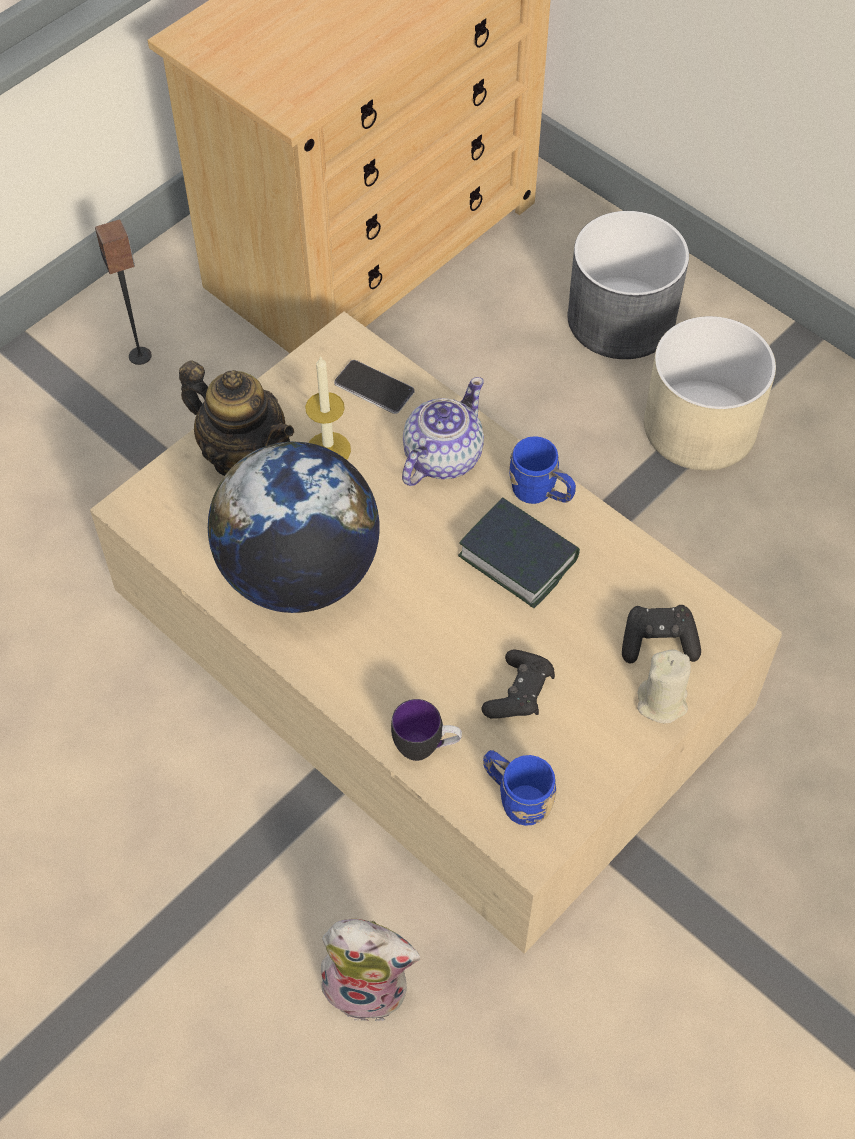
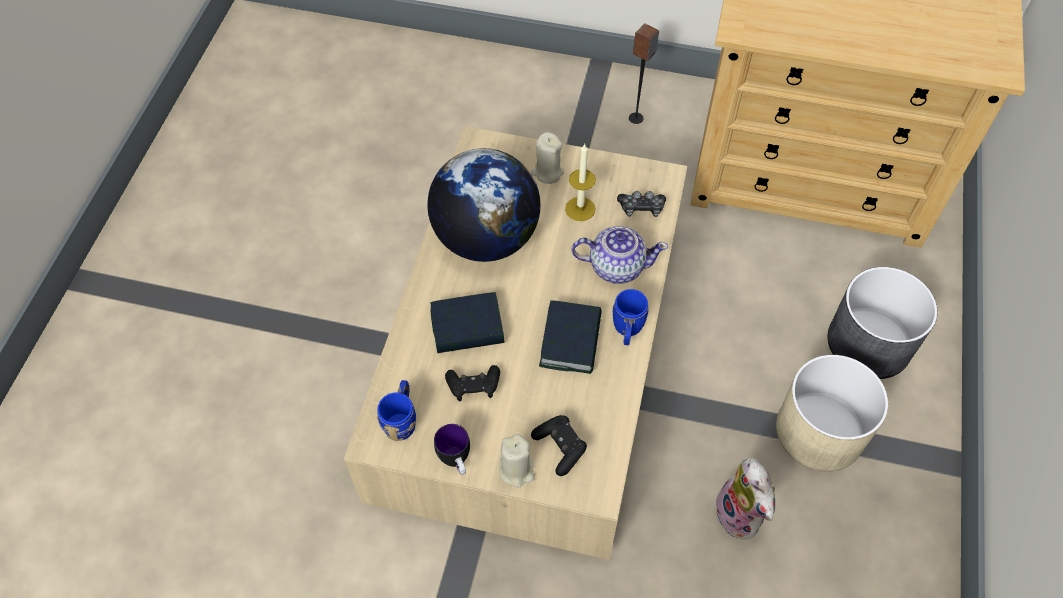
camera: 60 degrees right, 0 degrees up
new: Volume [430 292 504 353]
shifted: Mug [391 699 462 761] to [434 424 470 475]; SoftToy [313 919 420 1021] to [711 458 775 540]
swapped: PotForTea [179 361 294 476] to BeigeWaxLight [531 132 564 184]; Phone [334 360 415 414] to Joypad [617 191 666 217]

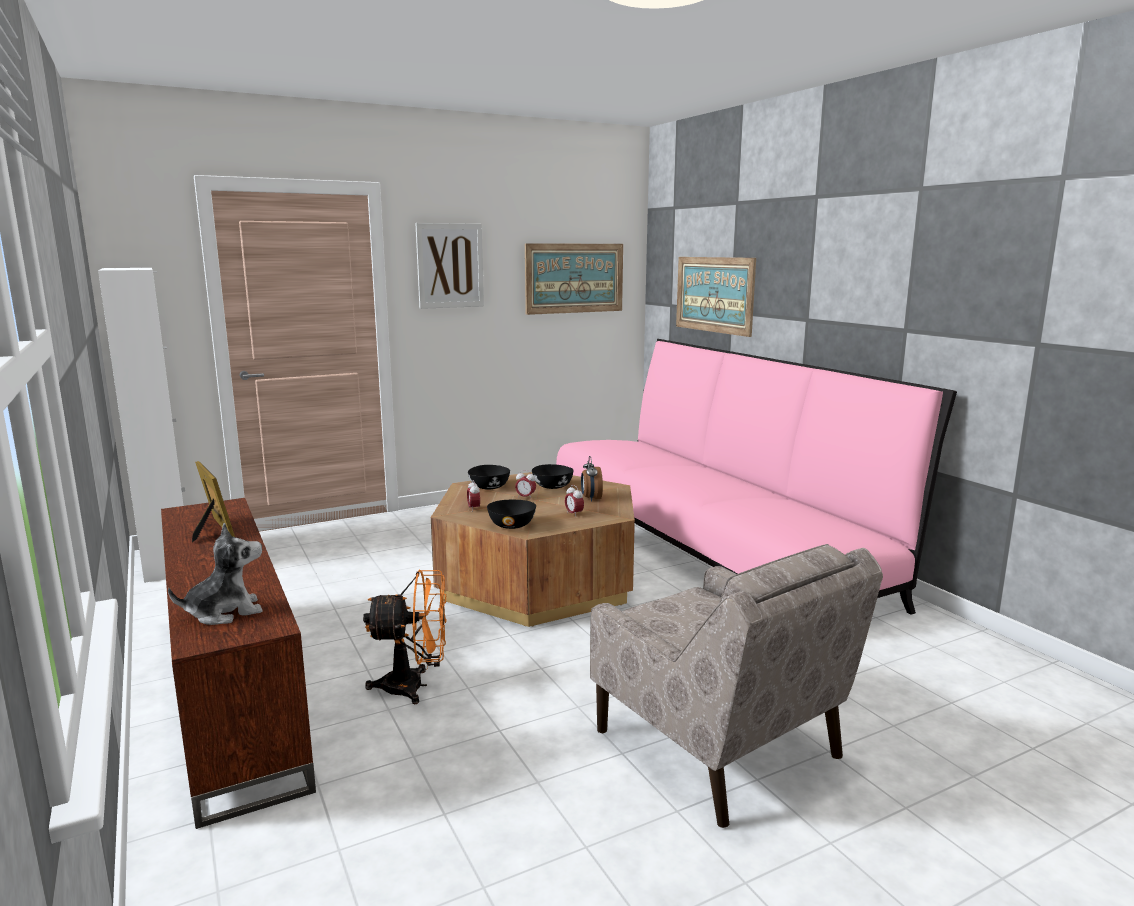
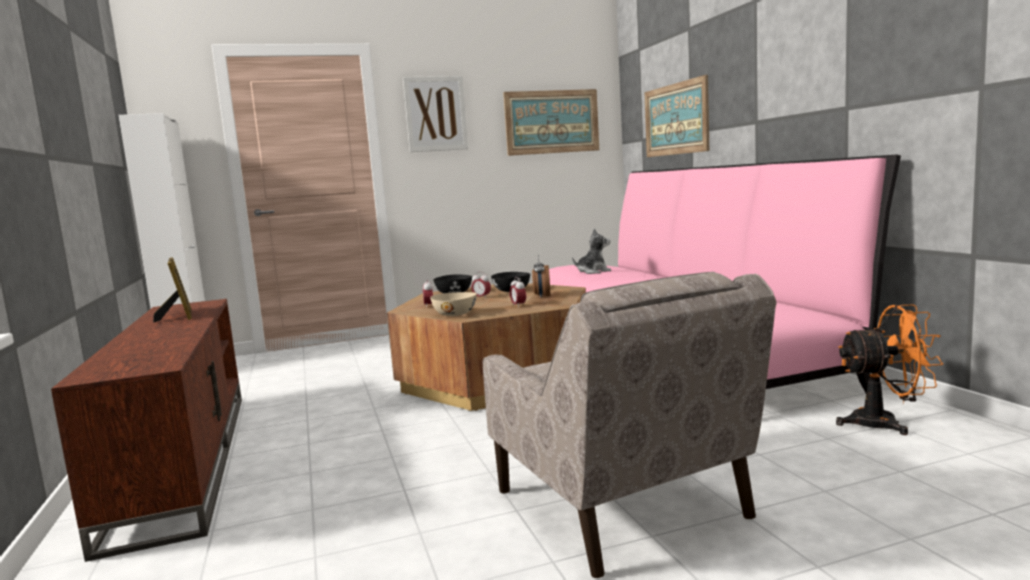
camera: 10 degrees right, 5 degrees down
shifted: SoftToy [168 523 262 625] to [572 228 611 274]; OrangeCoolingFan [363 569 447 704] to [836 304 943 435]
repainted: BlackServingBowl [487 500 536 529] to BeigeServingBowl [430 292 477 316]

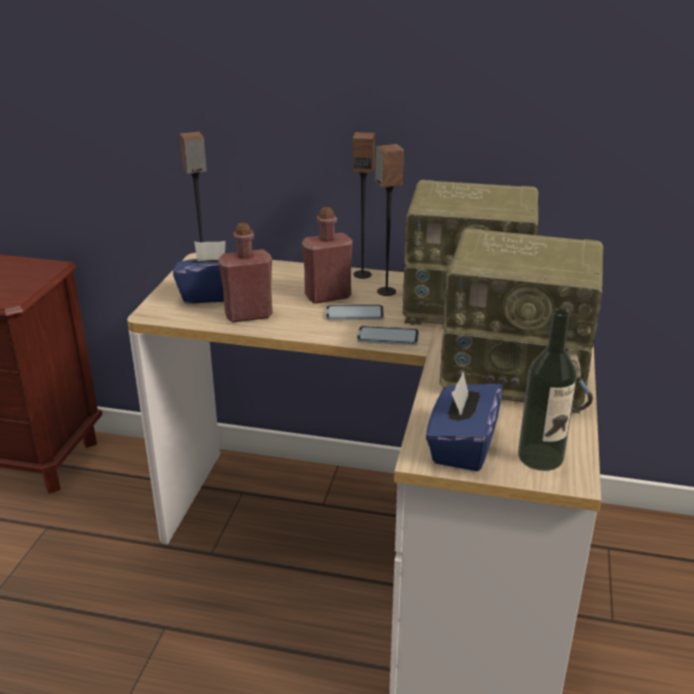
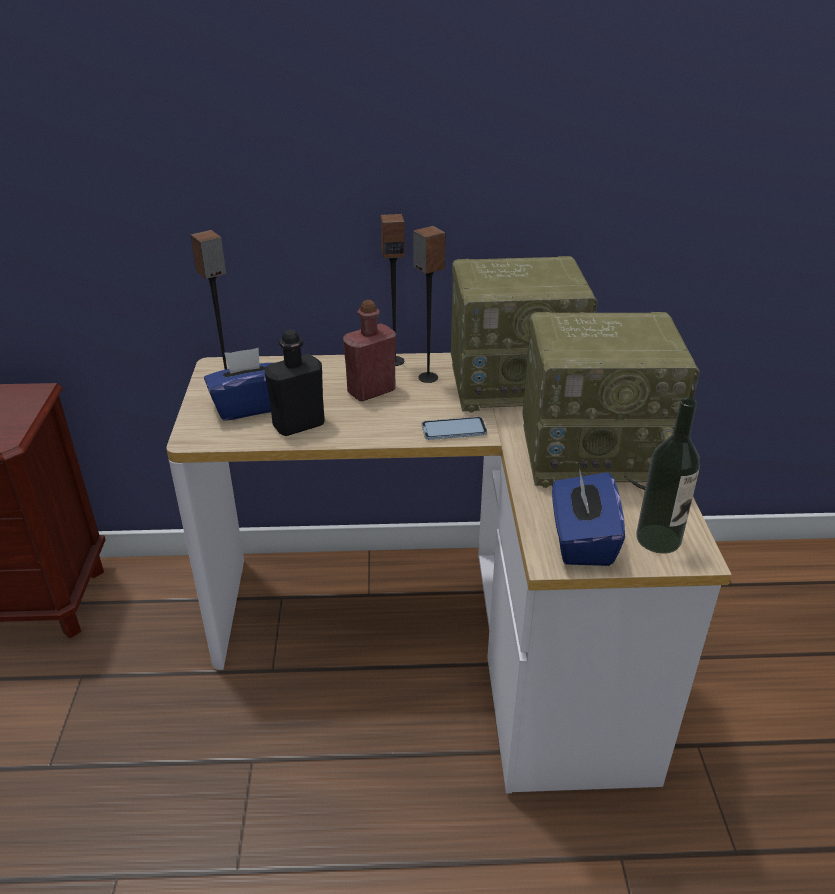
camera: 15 degrees left, 5 degrees up
gone: Phone [326 305 384 320]
repainted: ReddishBottle [218 223 273 322] to BlackBottle [265 330 325 436]

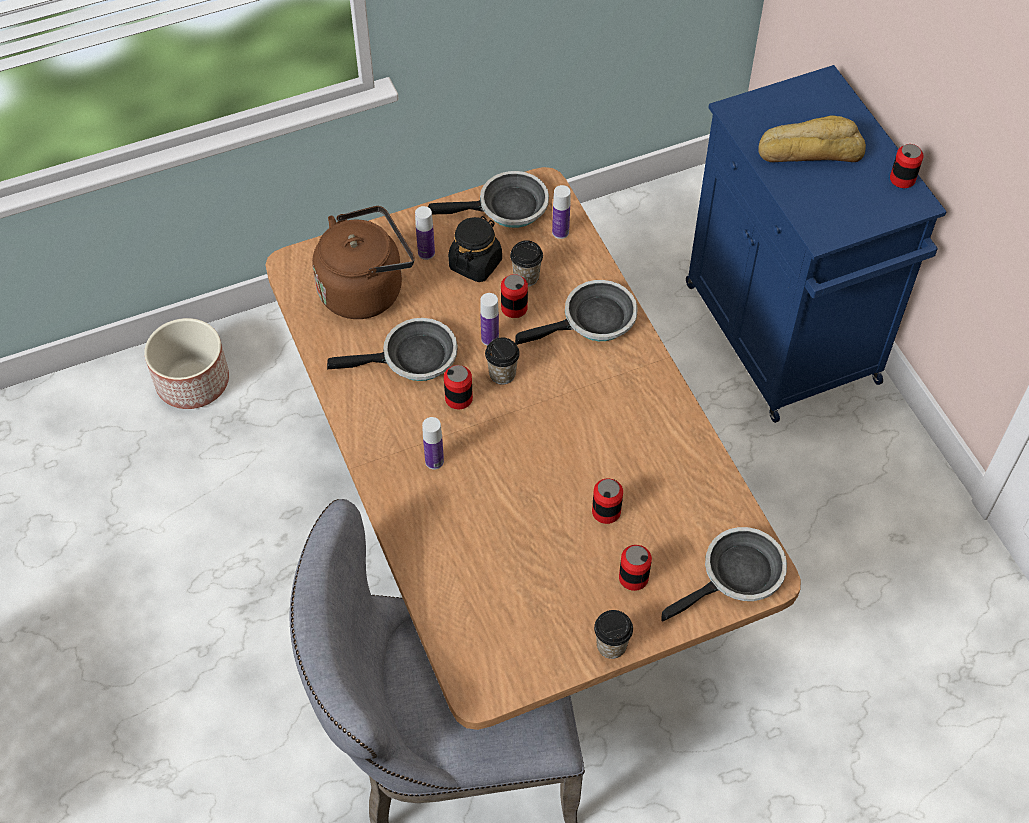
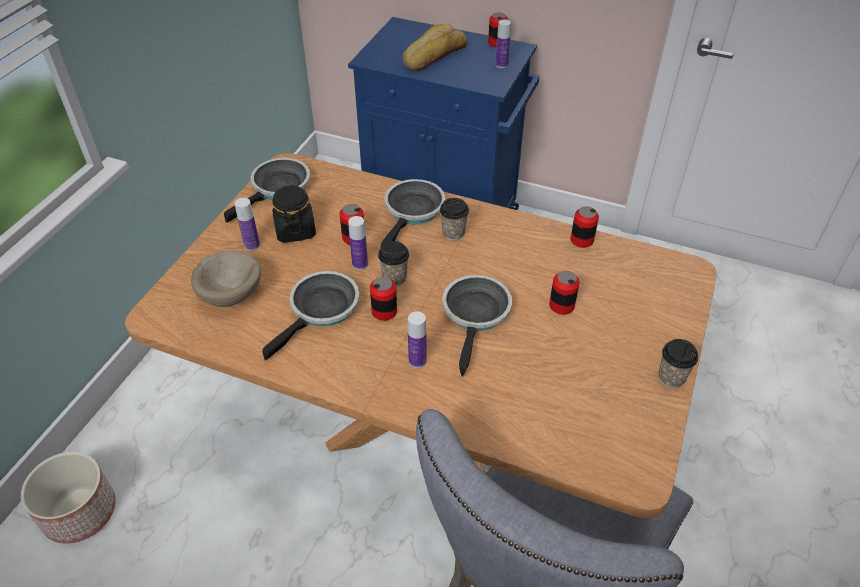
camera: 45 degrees left, 10 degrees down
shifted: Cup [510 240 543 287] to [440 198 469 240]; Pan [661 527 787 622] to [442 275 512 376]; Bottle [552 185 571 239] to [495 20 511 68]; Can [619 545 652 591] to [571 206 599 248]
swapped: BrownishKettle [312 206 414 319] to BeigeServingBowl [191 251 261 307]

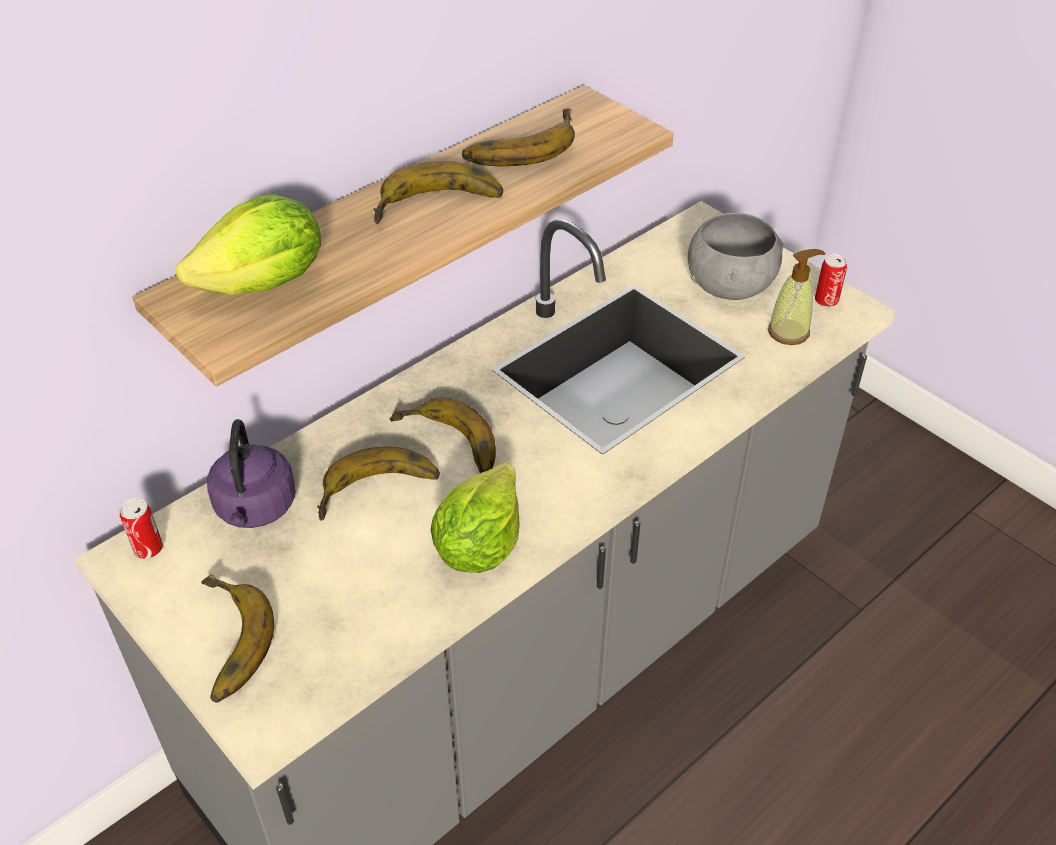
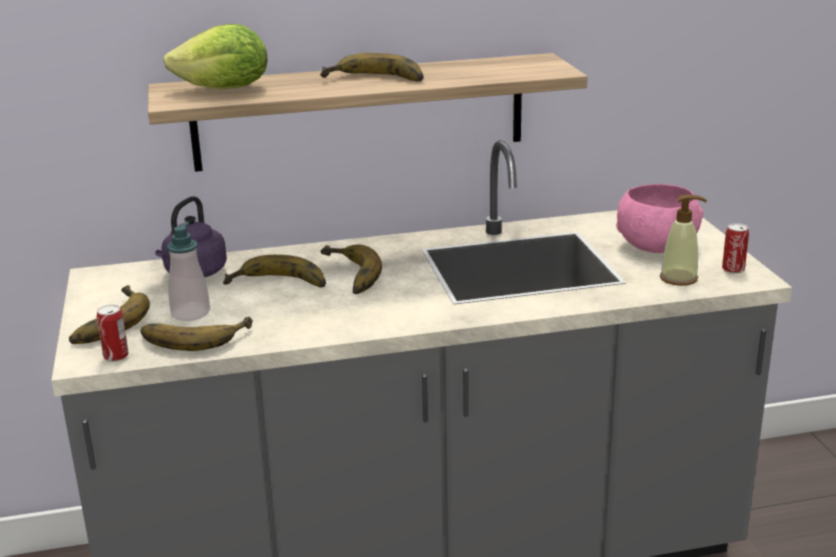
camera: 30 degrees right, 20 degrees down
gone: HeadOfLettuce [431 463 520 573]
new: SoapBottle [167 222 210 321]
shifted: Can [120 498 163 559] to [97 304 128 362]; Banana [462 108 575 167] to [141 317 253 351]
repainted: GreyishServingBowl [688 213 783 300] to PinkColouredServingBowl [616 184 703 253]

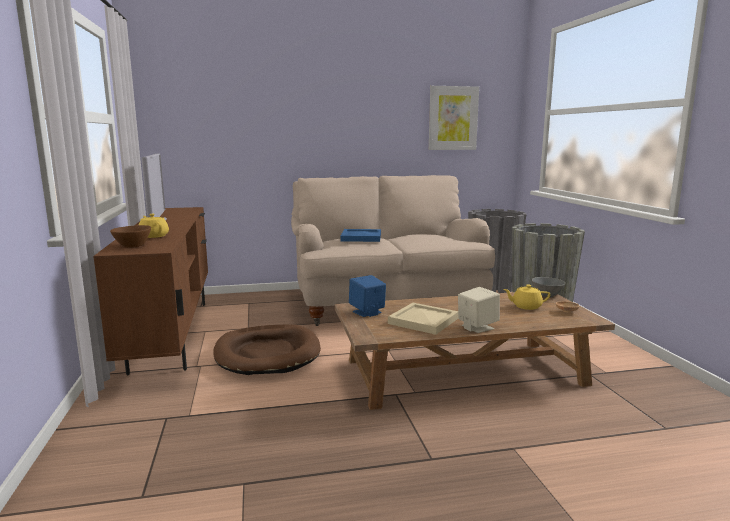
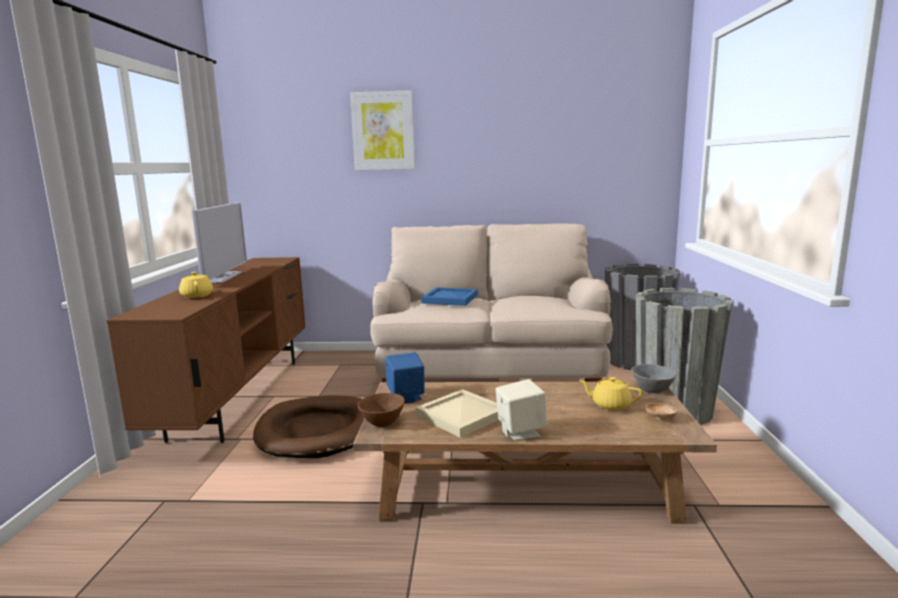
camera: 15 degrees right, 0 degrees up
shifted: WallPicture [429 86 479 150] to [350 90 415 170]; BrownishServingBowl [110 225 151 248] to [358 393 405 427]

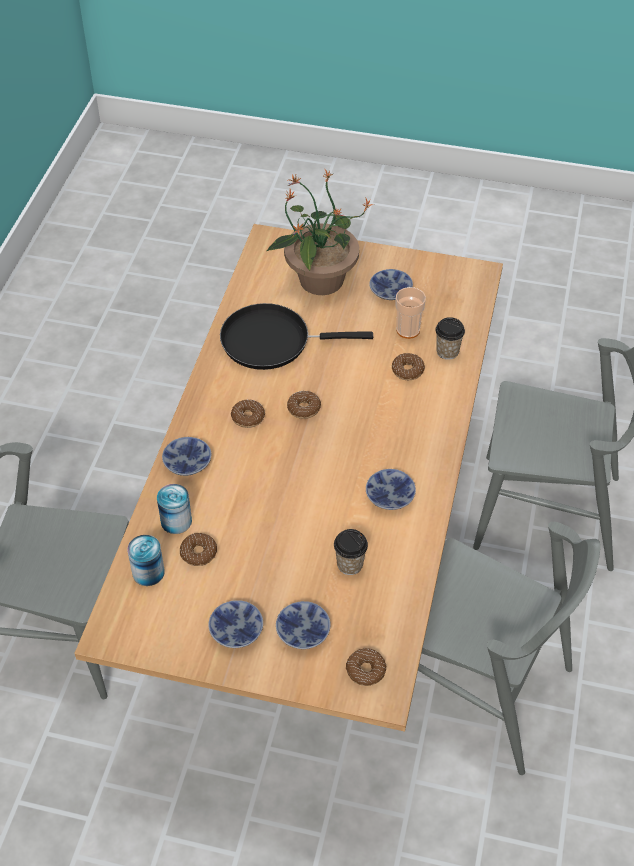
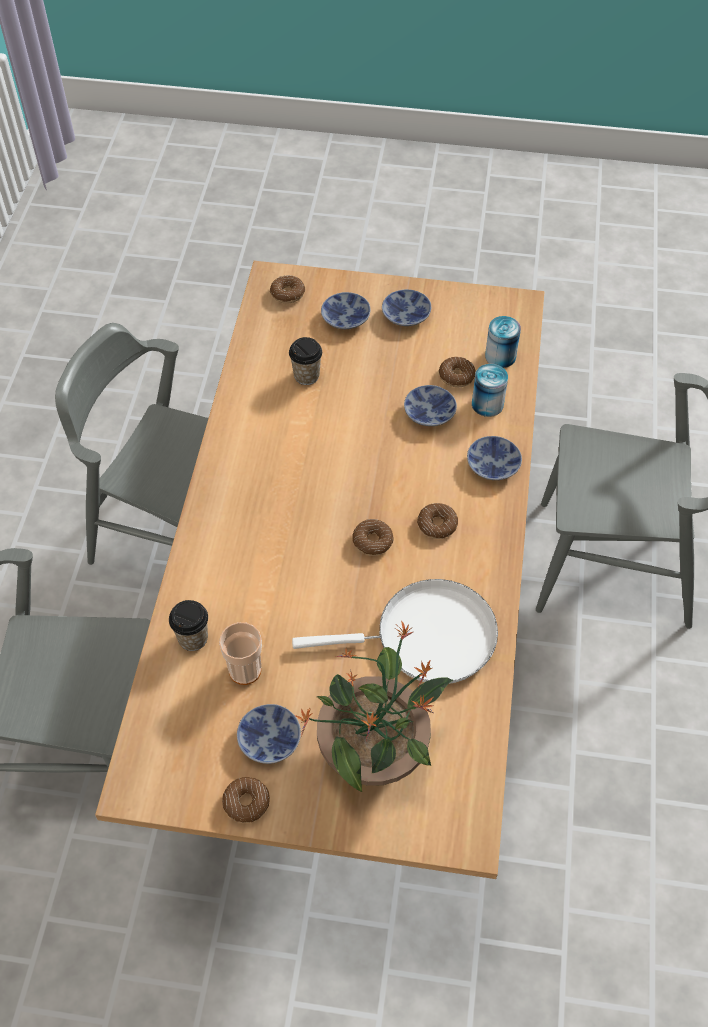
camera: 175 degrees right, 5 degrees up
shifted: Donut [392 353 425 380] to [222 777 270 823]; ServingBowl [366 469 416 510] to [404 385 457 426]
repainted: BlackPan [220 303 373 370] to WhitePan [292 579 498 684]

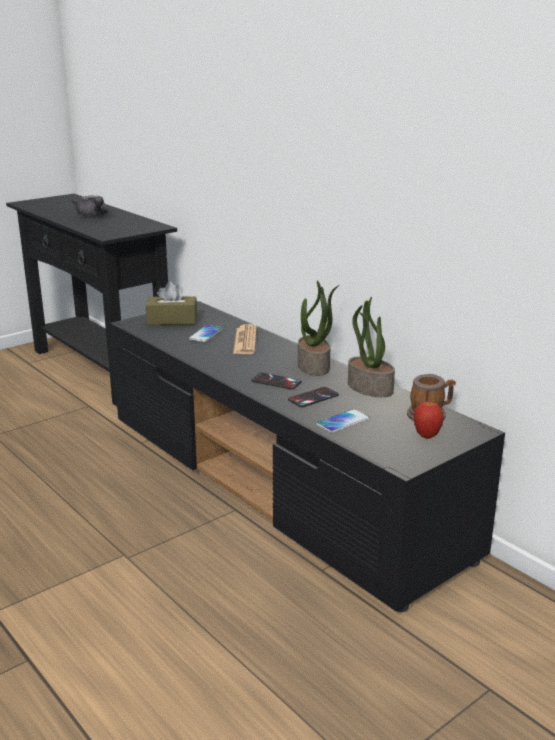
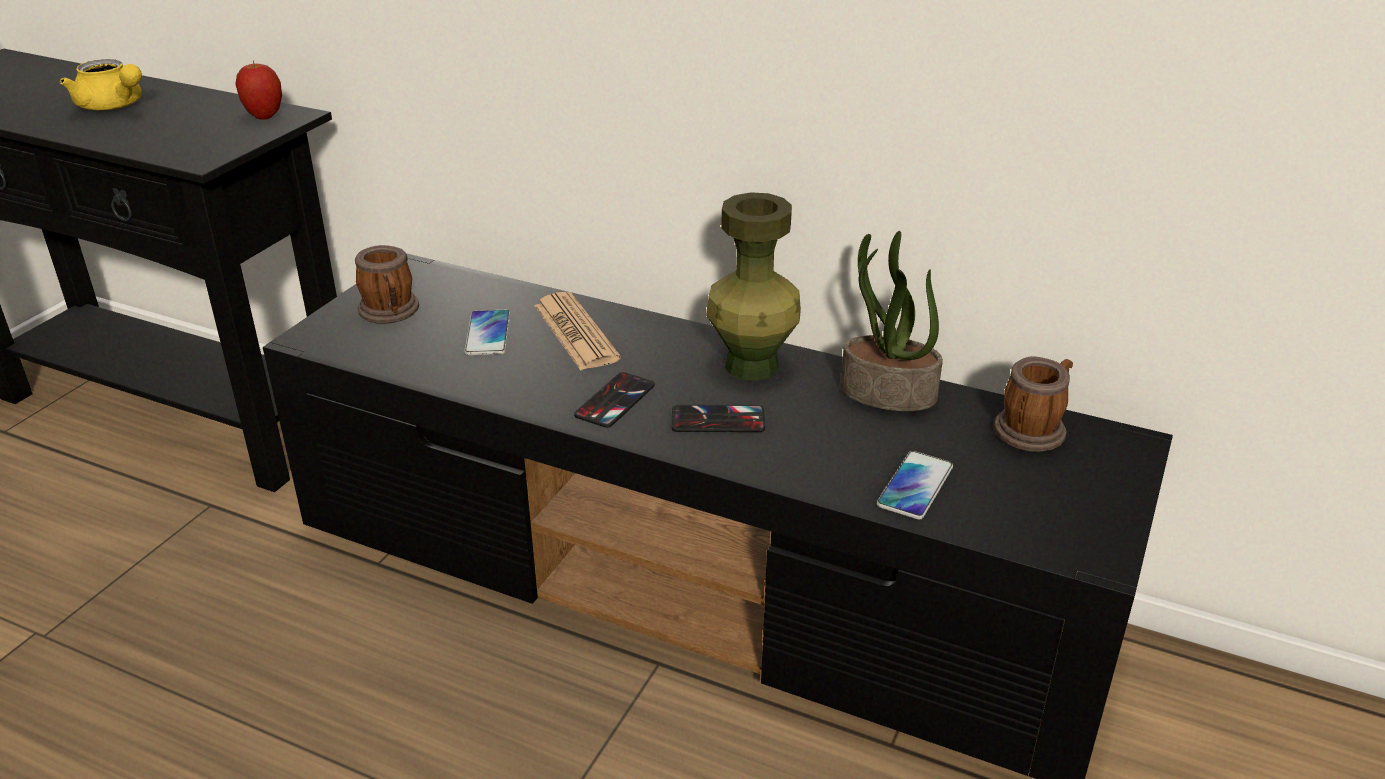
camera: 25 degrees left, 10 degrees up
shifted: Apple [414 401 444 439] to [236 60 282 120]; Phone [288 387 339 407] to [574 372 655 428]
swapped: BrownishBoxOfTissues [146 282 197 325] to Mug [355 245 419 324]; PottedPlant [298 280 339 376] to GreenFlowerVase [706 192 801 381]
repainted: GreyishPotForTea [72 196 108 217] to YellowPotForTea [60 59 142 110]

